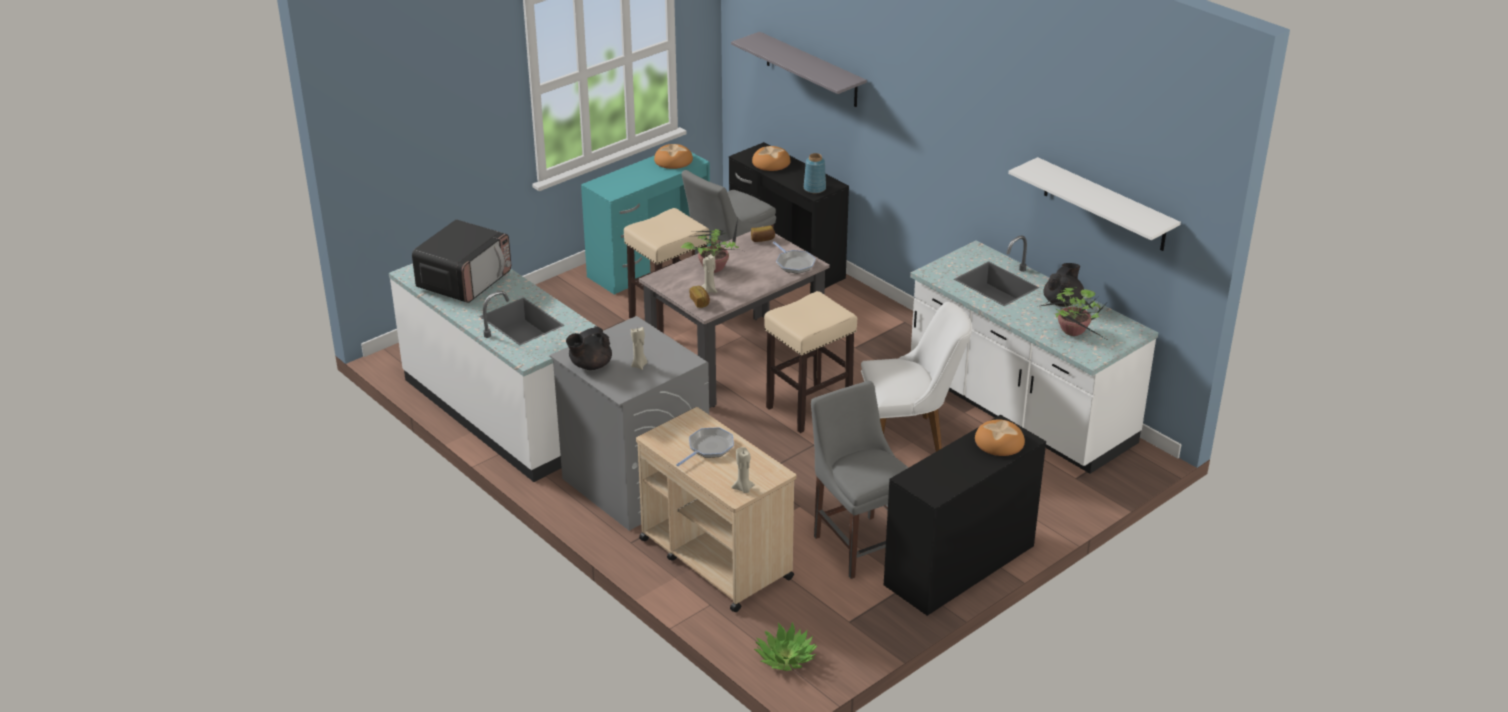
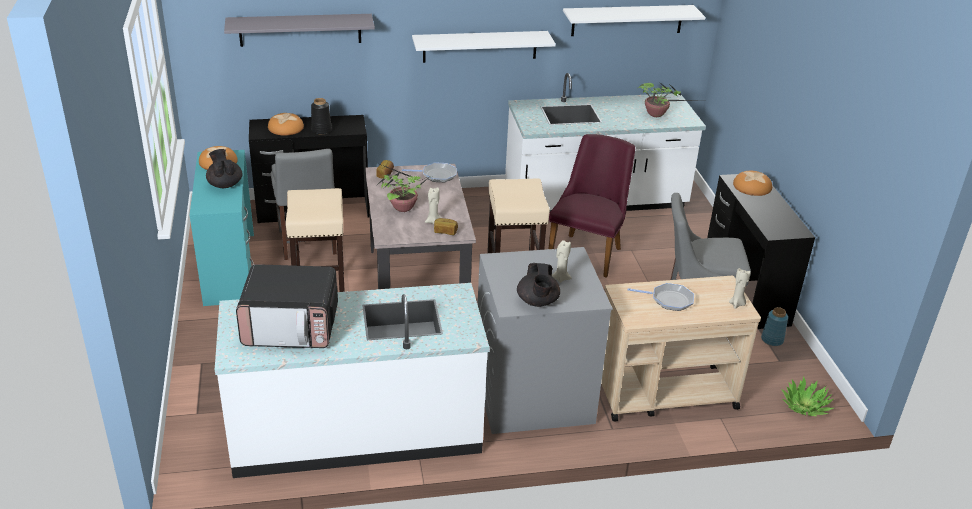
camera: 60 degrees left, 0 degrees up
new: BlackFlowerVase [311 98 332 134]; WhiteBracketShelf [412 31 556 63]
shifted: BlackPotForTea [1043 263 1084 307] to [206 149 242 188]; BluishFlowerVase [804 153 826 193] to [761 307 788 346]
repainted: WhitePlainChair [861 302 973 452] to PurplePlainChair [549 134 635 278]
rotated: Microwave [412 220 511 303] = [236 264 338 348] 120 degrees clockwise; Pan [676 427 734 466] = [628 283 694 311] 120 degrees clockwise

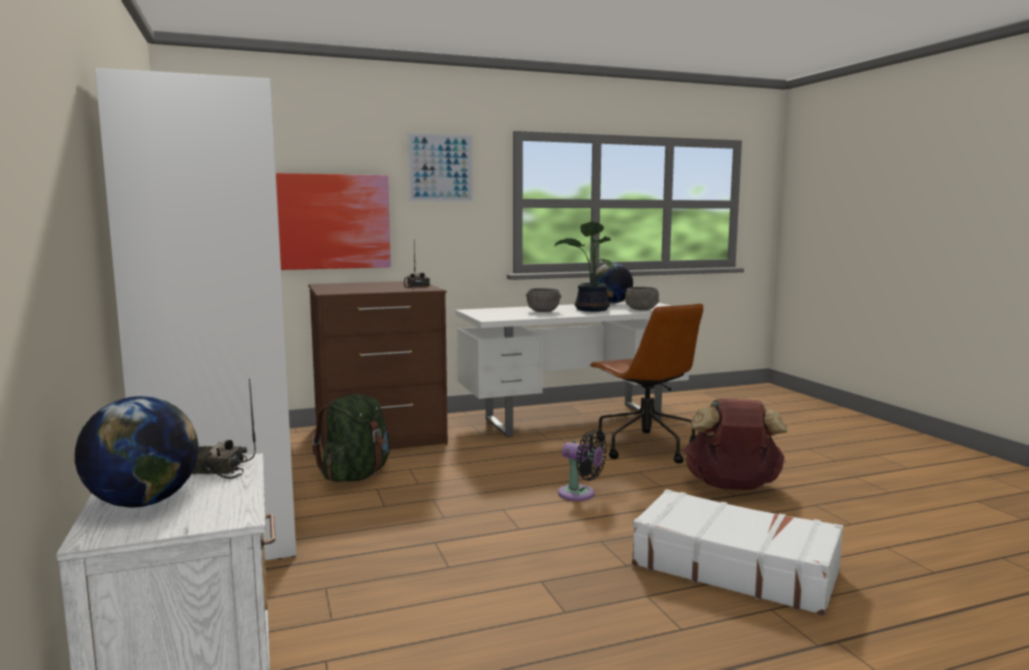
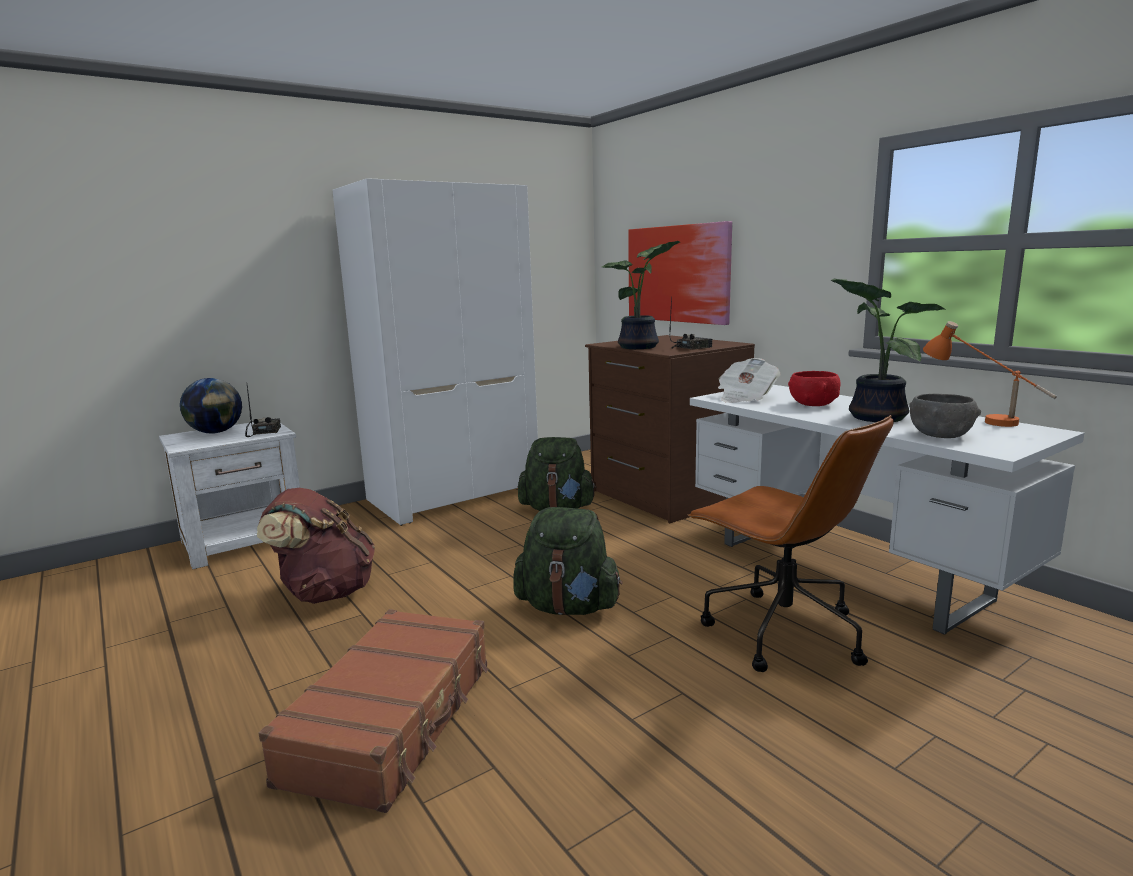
camera: 75 degrees right, 5 degrees up
gone: WallPicture [407 132 474 202]
new: PottedPlant [602 241 680 349]; DailyPaper [718 358 780 403]
shifted: BrownishKnapsack [683 399 788 490] to [257 488 375 604]
swapped: BlackCoolingFan [558 430 607 501] to GreenKnapsack [513 507 623 615]; WorldGlobe [595 263 633 304] to OrangeTabletopLamp [923 321 1057 427]
repainted: WhiteSuitcase [632 489 843 616] to BrownishSuitcase [258 609 488 813]; GreyishServingBowl [526 288 561 312] to ReddishServingBowl [788 371 841 406]
rotated: BrownishComputerChair [589 304 703 463] = [688 415 894 672] 90 degrees counterclockwise

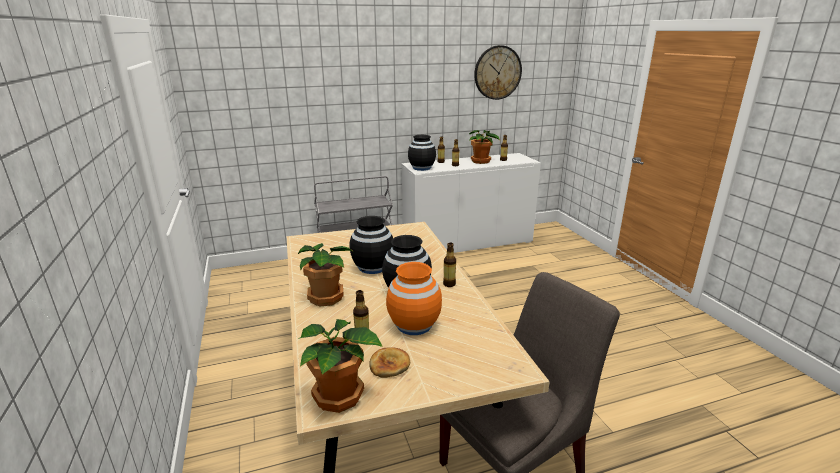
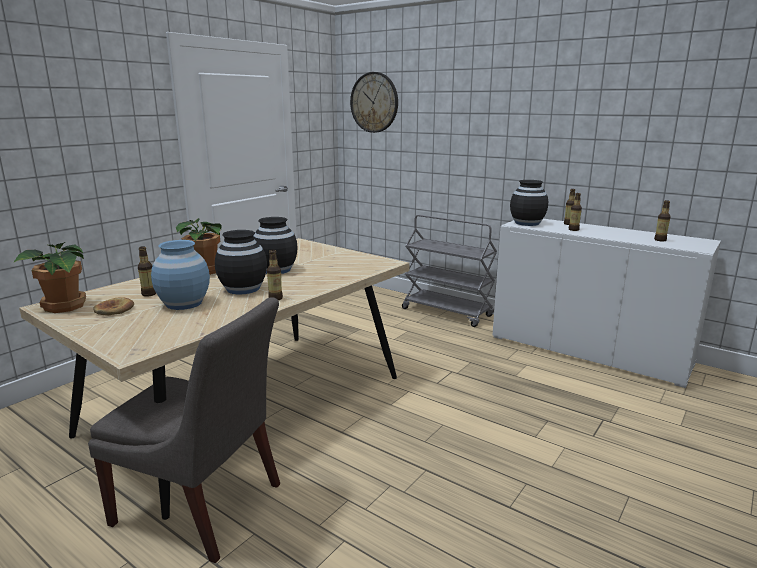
camera: 55 degrees right, 5 degrees down
gone: PottedPlant [469 130 500 164]
shifted: ClockOnTheWall [474 45 522 100] to [350 72 398 133]
repainted: OrangeFlowerVase [386 262 442 335] to BluishFlowerVase [151 240 210 310]

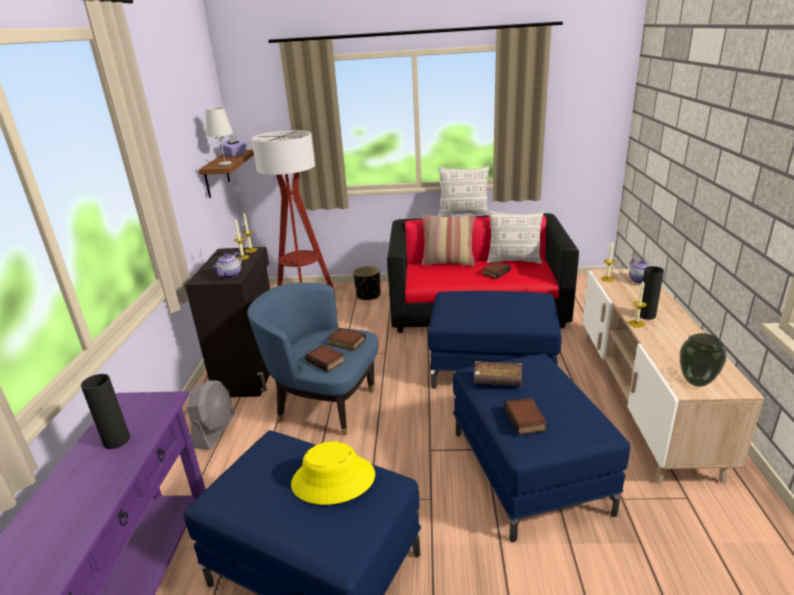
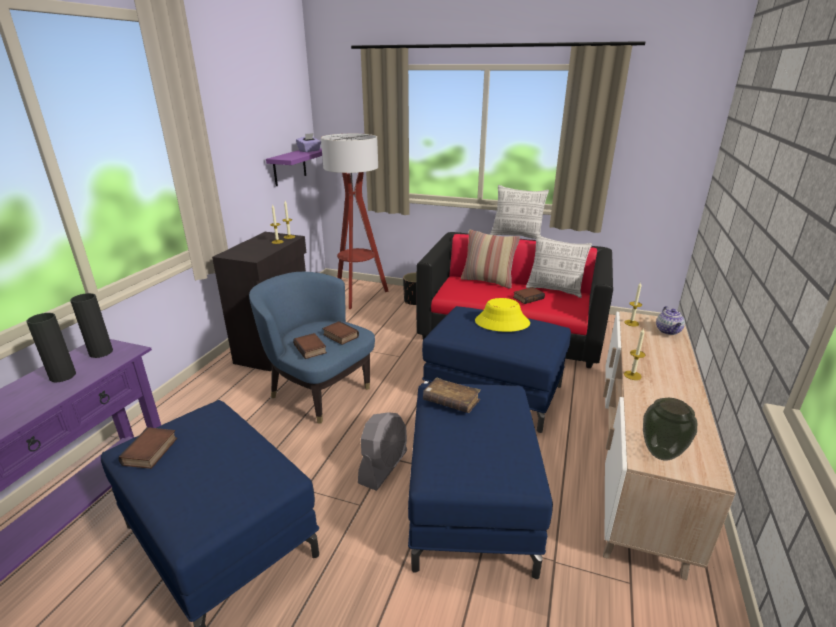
camera: 15 degrees right, 0 degrees up
gone: WhiteTabletopLamp [205 107 233 165]; PotForTea [212 252 242 279]
shifted: BlackFlowerVase [640 266 664 320] to [70 293 113 358]; Volume [504 398 547 435] to [119 427 177 469]; GreyishCoolingFan [187 380 235 450] to [358 412 407 491]; YellowHat [291 441 375 505] to [475 298 530 332]
repainted: BrownishBracketShelf [199 150 254 198] to PurpleBracketShelf [266 148 322 186]

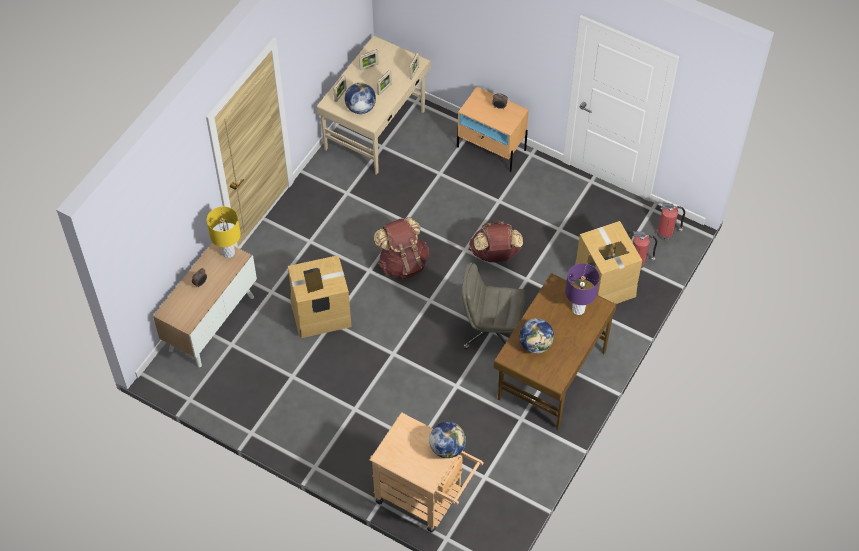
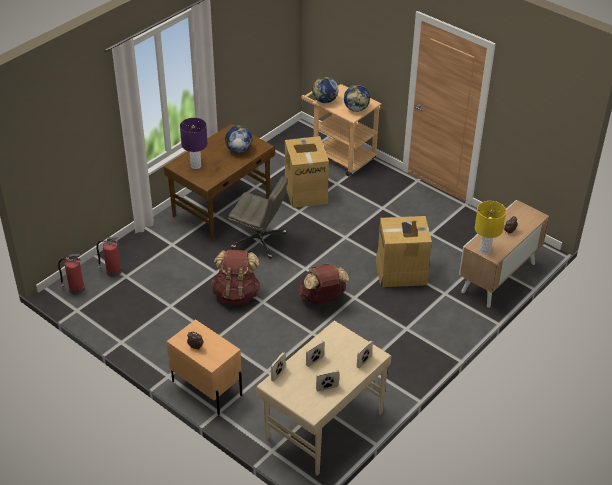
camera: 170 degrees left, 15 degrees down
shifted: PackingBox [575 221 642 304] to [285 136 329 208]; WorldGlobe [345 83 376 114] to [344 85 370 112]

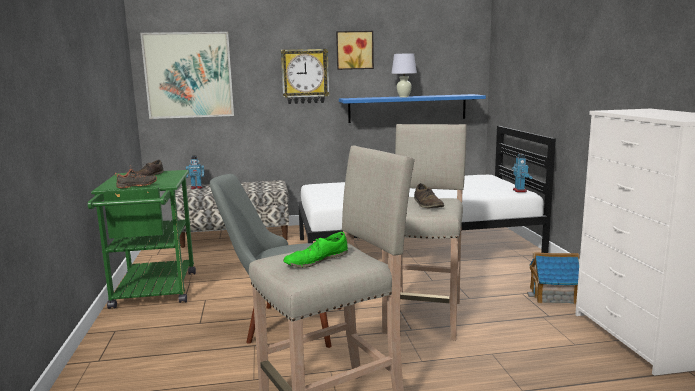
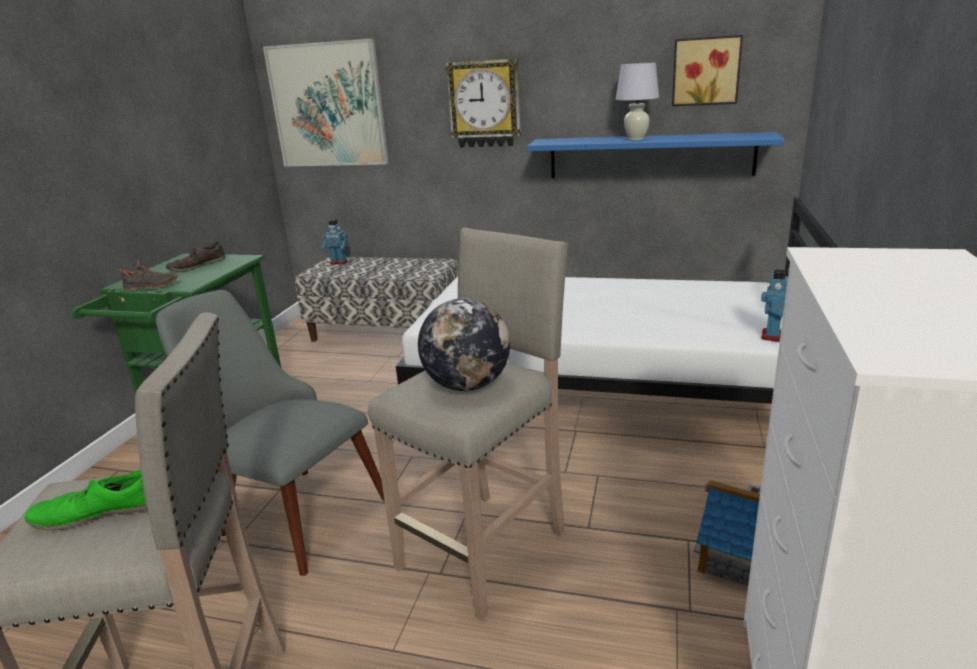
camera: 25 degrees right, 10 degrees up
shifted: WallPicture [336 31 374 70] to [672 35 743 106]
swapped: BrownishItemOfFootwear [414 183 444 208] to WorldGlobe [418 298 510 391]

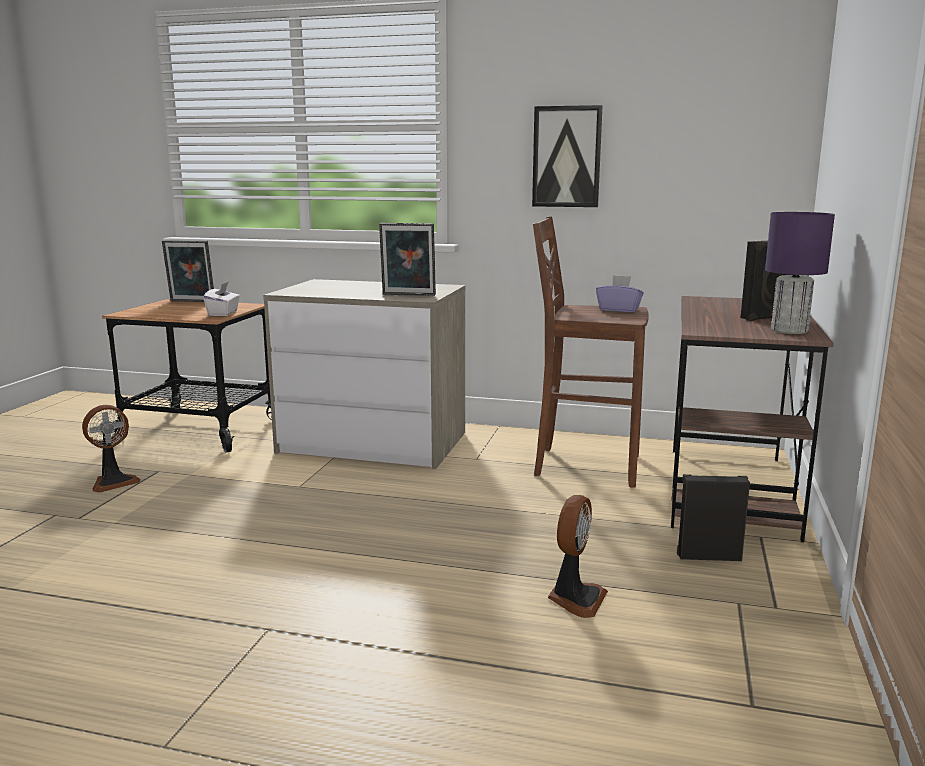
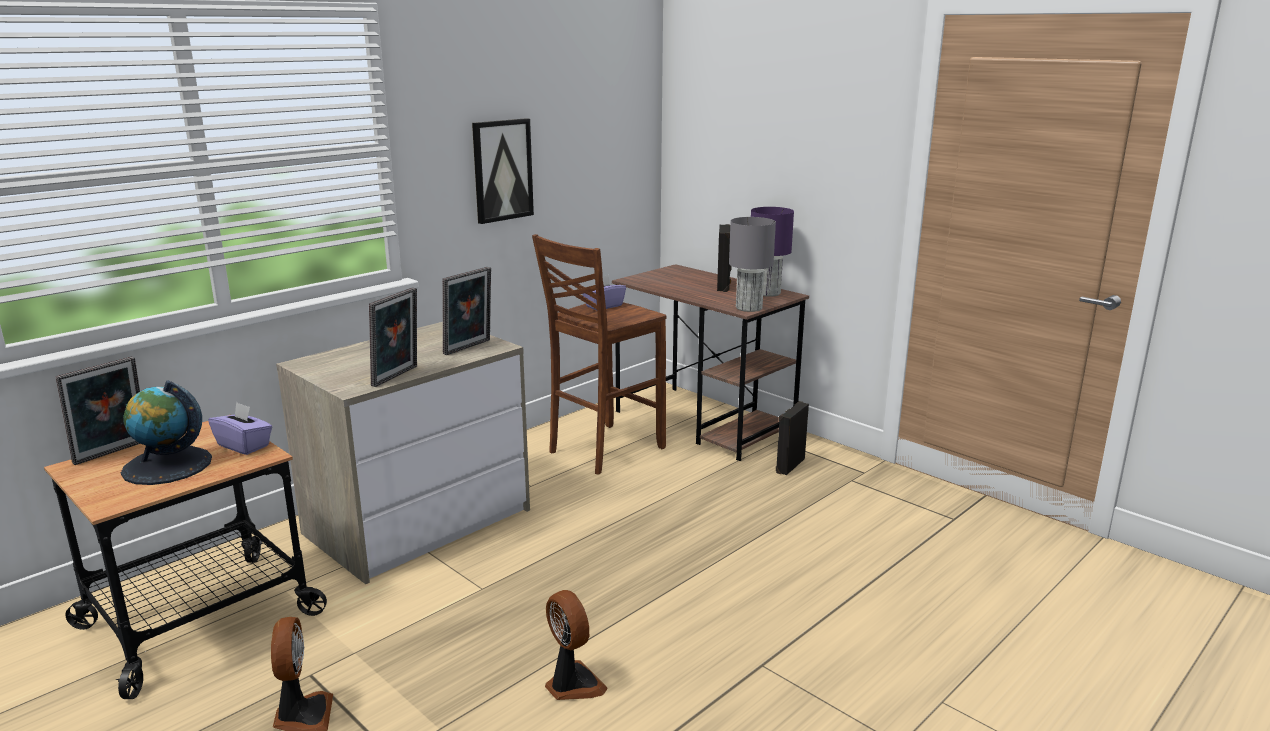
camera: 60 degrees left, 5 degrees up
new: WorldGlobe [121 381 212 485]; PictureFrame [369 287 417 387]; GreyishTabletopLamp [729 217 776 312]
shifted: CoolingFan [548 495 608 618] to [545 590 608 700]
repainted: WhiteBoxOfTissues [203 282 240 316] to PurpleBoxOfTissues [208 402 272 455]

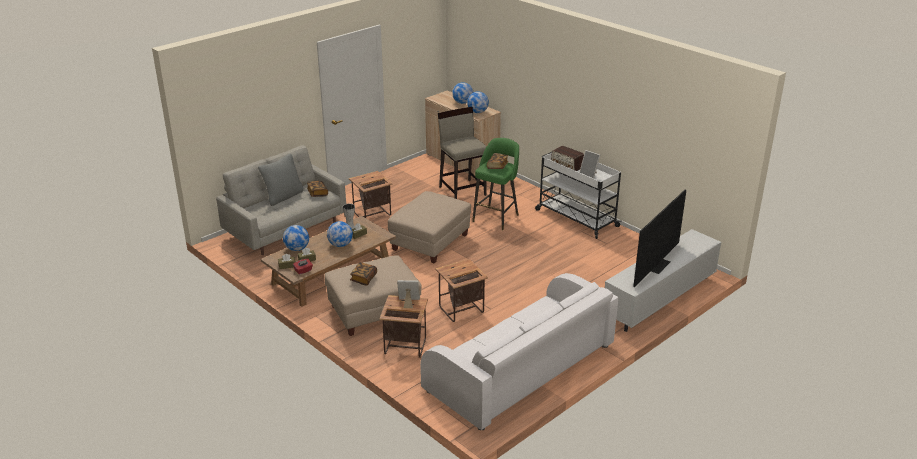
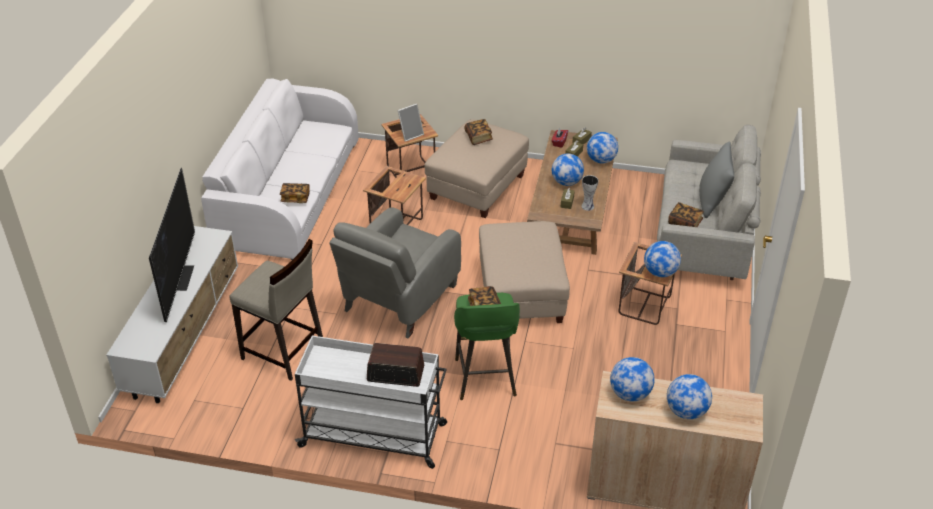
camera: 145 degrees right, 10 degrees up
gone: PictureFrame [580 150 600 178]
new: Volume [280 183 310 203]; GreyishArmchair [329 207 461 338]; WorldGlobe [644 241 681 277]
shifted: BeigeStoolSeat [438 107 487 199] to [229 239 323 381]

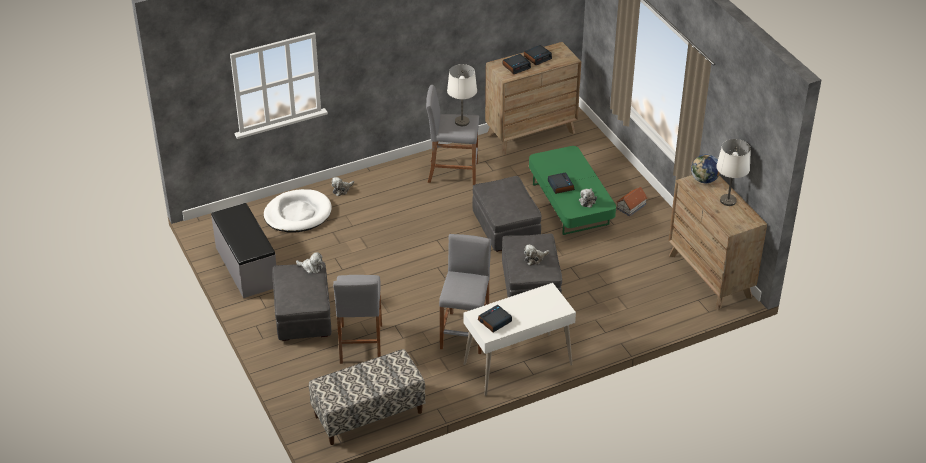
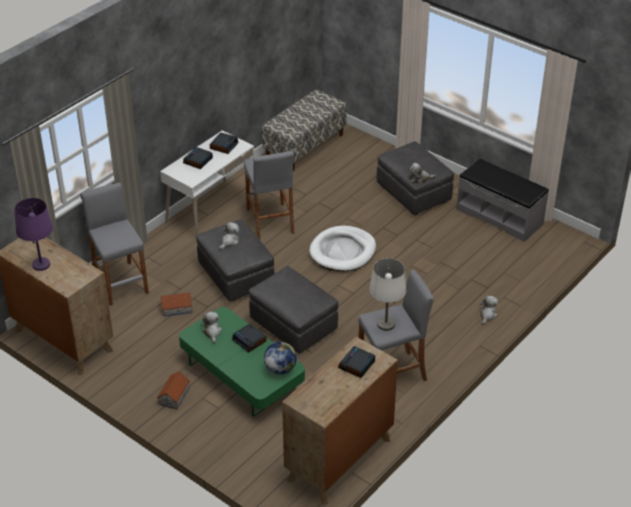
camera: 155 degrees right, 0 degrees up
new: ModelHouse [160 292 192 317]
shifted: GreyishStoolSeat [333 275 382 364] to [80 182 149 306]; BedsideClock [524 45 552 65] to [183 147 213 169]; WorldGlobe [691 154 720 183] to [264 342 297 374]; WhiteDogBed [264 189 332 233] to [309 226 376 271]
repainted: WhiteTabletopLamp [716 139 751 206] to PurpleTabletopLamp [14 198 53 271]

